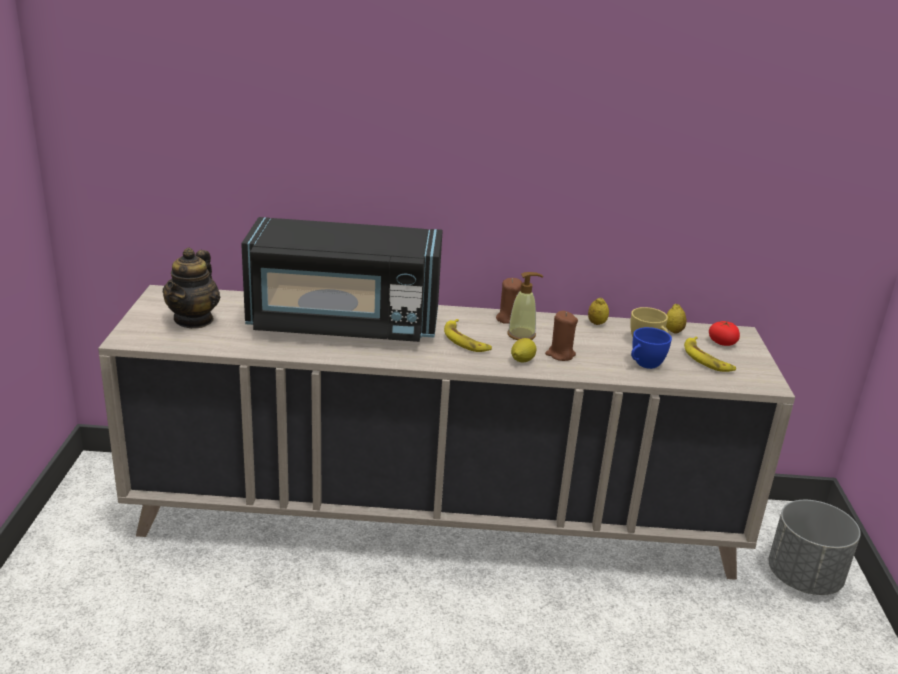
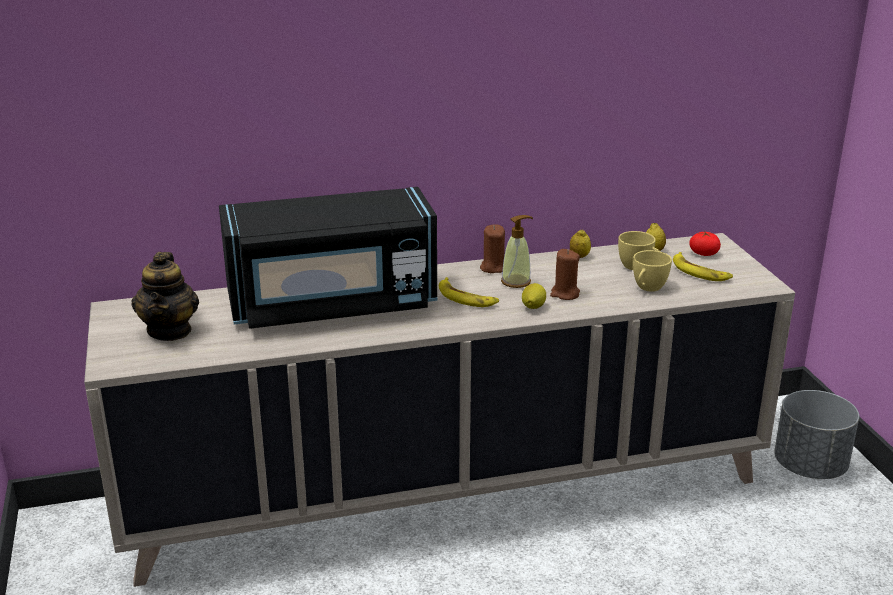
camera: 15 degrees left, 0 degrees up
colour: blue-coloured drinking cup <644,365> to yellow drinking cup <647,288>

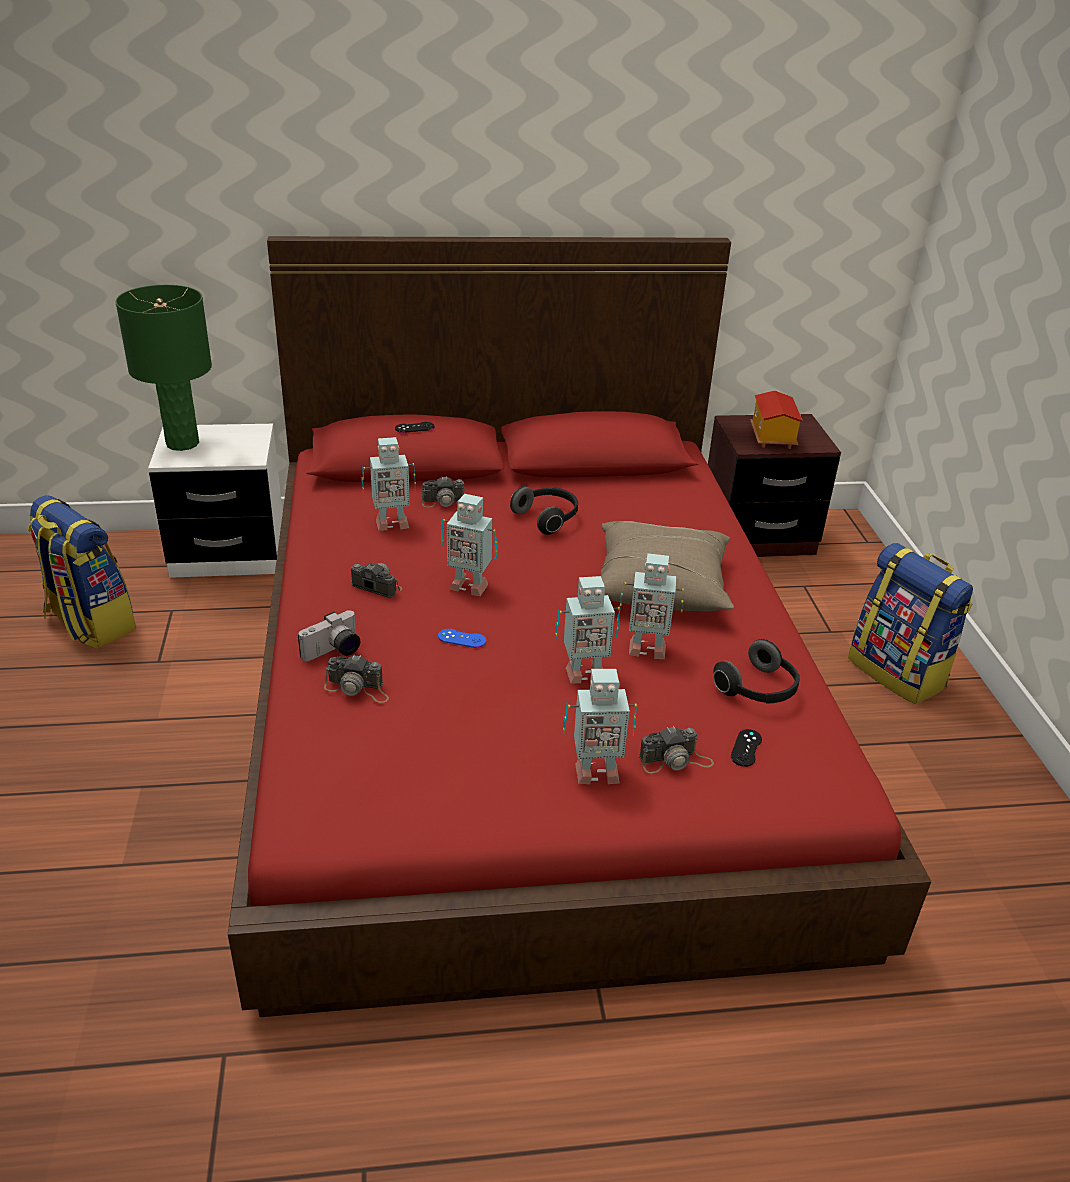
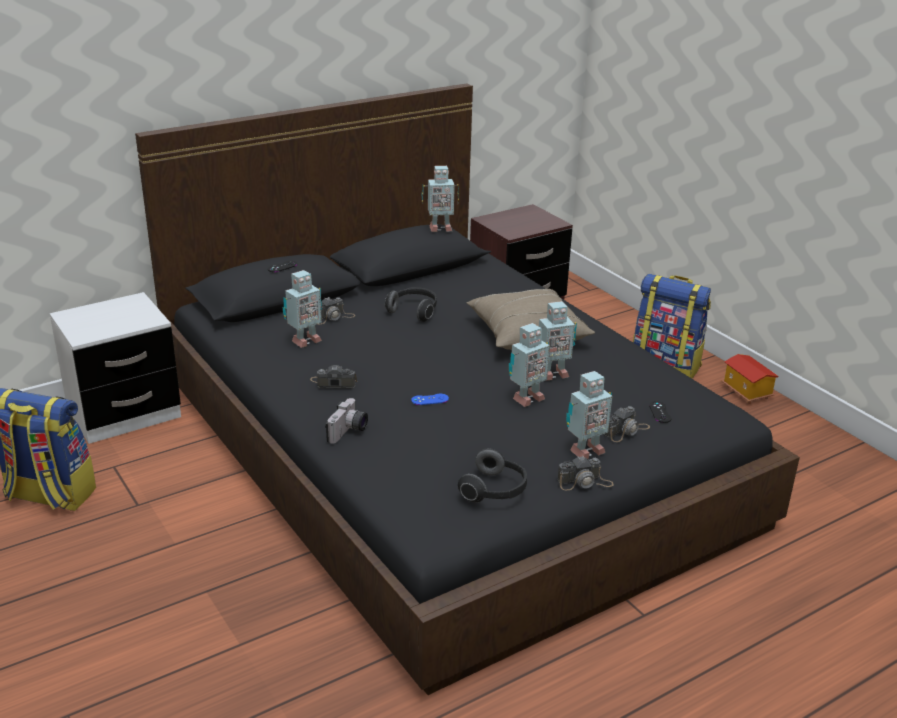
camera: 25 degrees left, 5 degrees down
missing: green lamp for a table <183,443>
relocated: toy house <771,437> to <745,392>; robot figure <468,585> to <439,228>; headset <758,690> to <495,491>; still camera <358,688> to <585,482>
colour: red sleeping bed <530,697> to blackish sleeping bed <445,447>

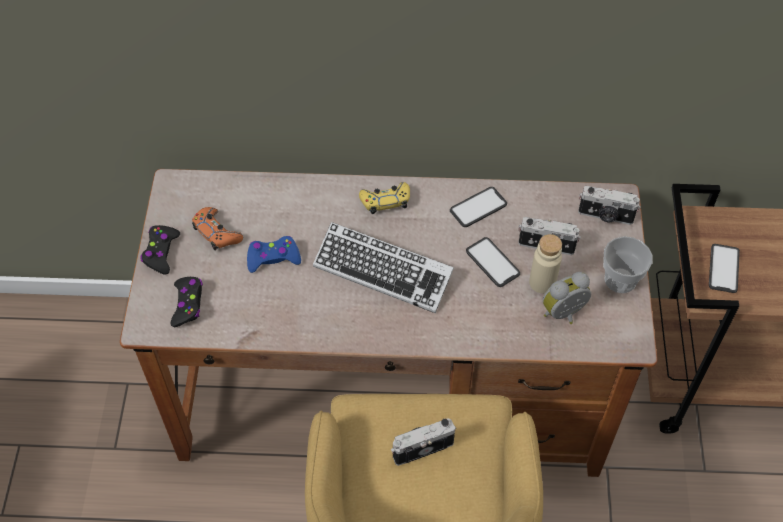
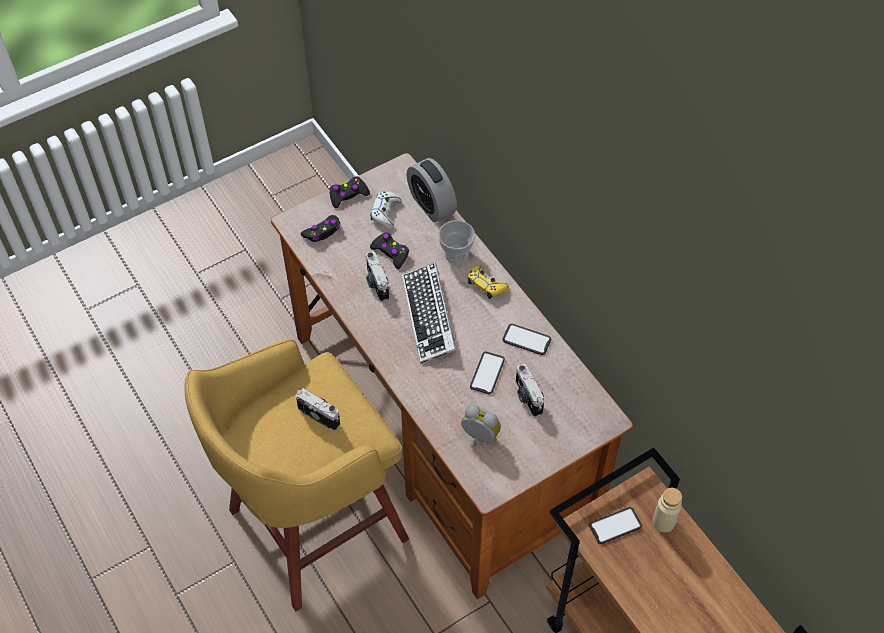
camera: 55 degrees right, 0 degrees up
appeared: alarm clock <431,205>
relocated: still camera <605,216> to <376,284>; beige bottle <542,282> to <663,522>; drinking cup <620,279> to <456,254>
colour: orange-coloured joypad <217,232> to white-coloured joypad <385,213>; blue-coloured joypad <273,258> to blackish joypad <391,253>

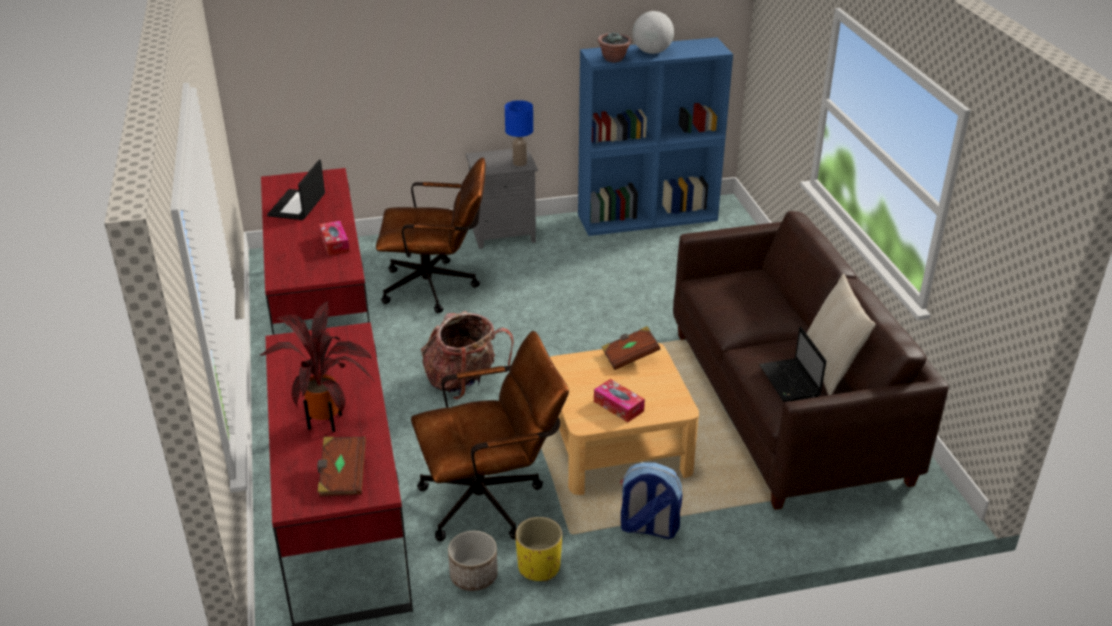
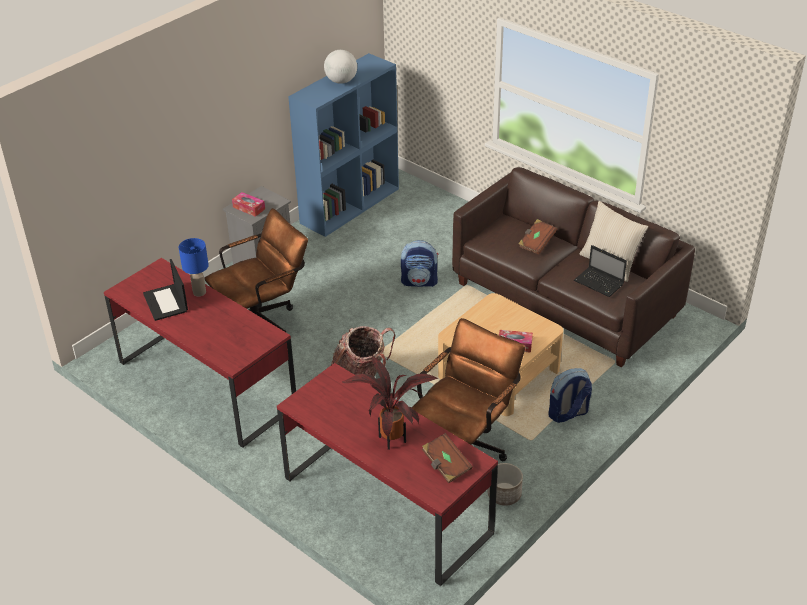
camera: 35 degrees left, 5 degrees up
missing: plant in a pot <614,59>; yellow plant pot <538,567>
appeared: rucksack <420,281>
relocated: blue-coloured lamp for a table <519,163> to <199,292>; tissue box <335,244> to <249,208>; brown-coloured bound book <630,357> to <536,243>

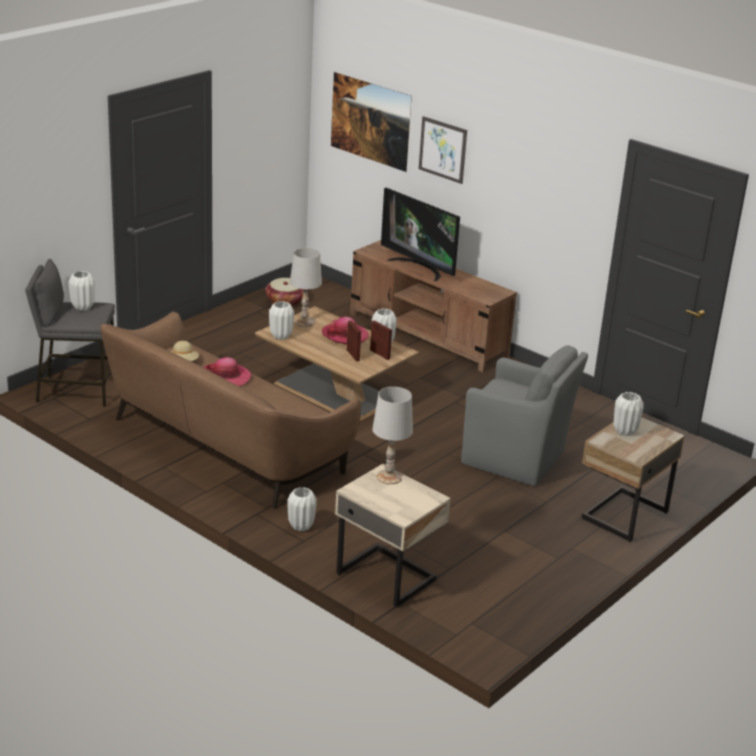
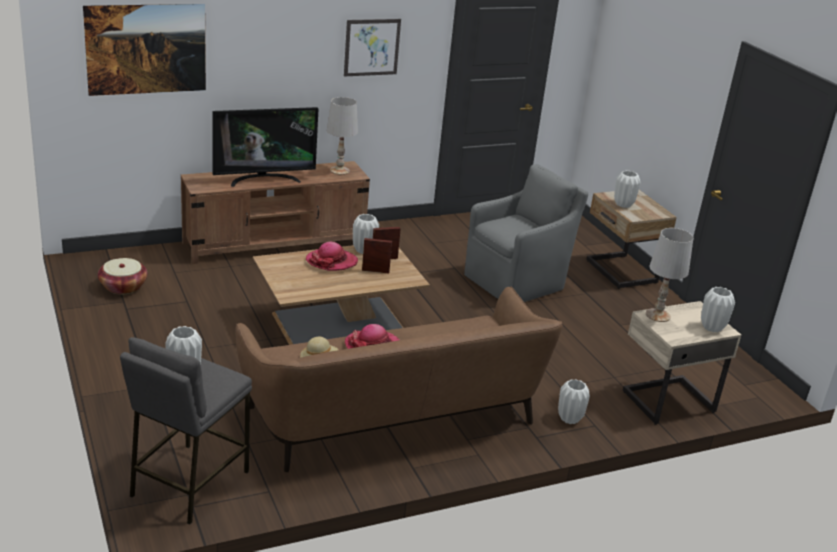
camera: 65 degrees left, 0 degrees up
relocated: wall art <442,149> to <372,47>; white-coloured lamp for a table <304,322> to <340,170>; white-coloured vase <281,336> to <711,327>

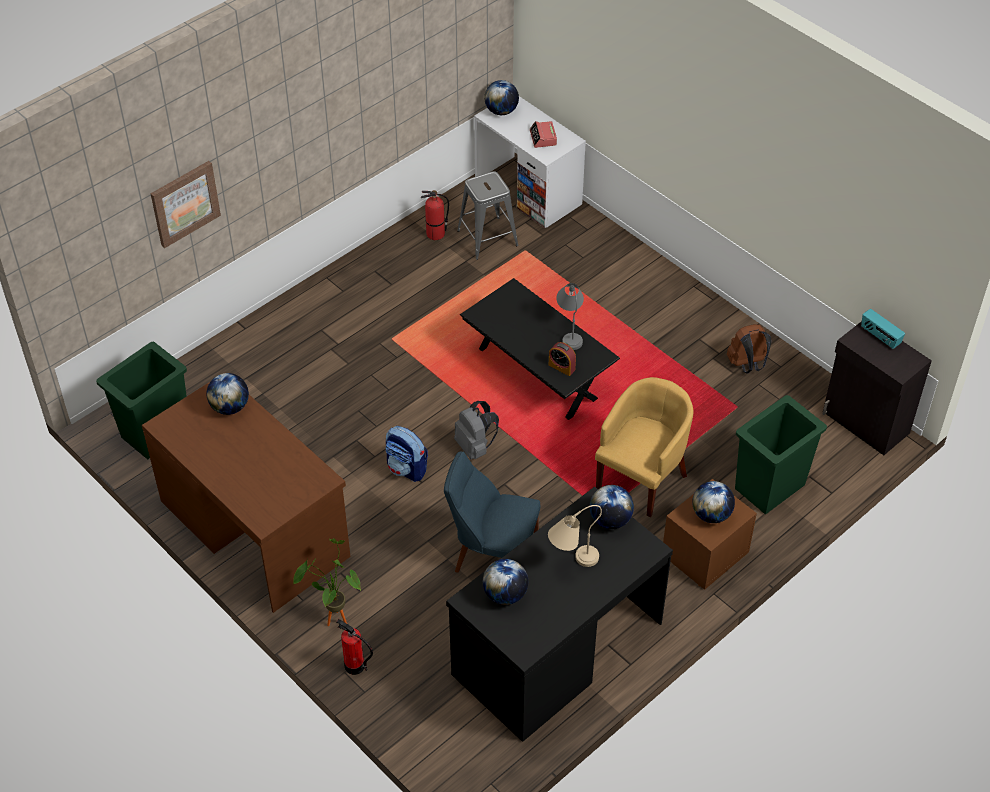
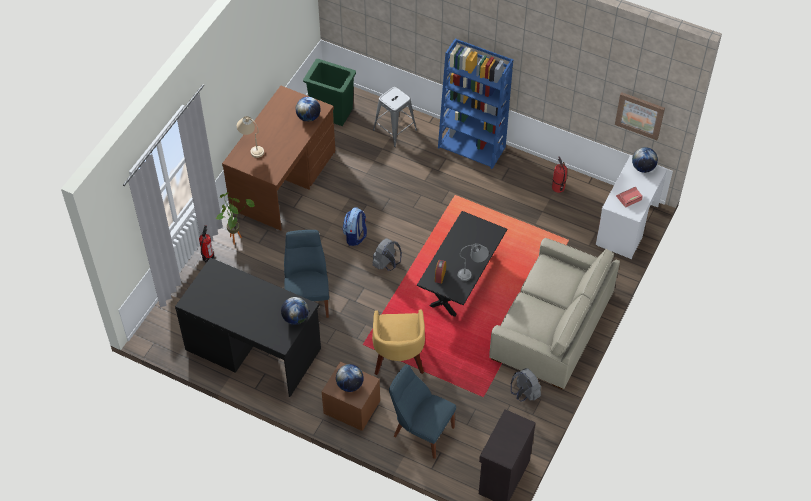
camera: 70 degrees right, 5 degrees up
missing: radio receiver <880,337>; globe <505,594>
appeared: blue-coloured shelving unit <472,147>; beige sofa <552,326>
relocated: wall art <184,203> to <640,115>; gray stool <487,238> to <394,130>; beige lamp for a table <571,561> to <252,146>
exchanged: green trash can <768,487> to blue-coloured upright chair <421,430>
colour: brown-coloured rucksack <747,365> to gray rucksack <524,394>
spun: yellow easy chair <642,478> = <398,358> 75 degrees clockwise

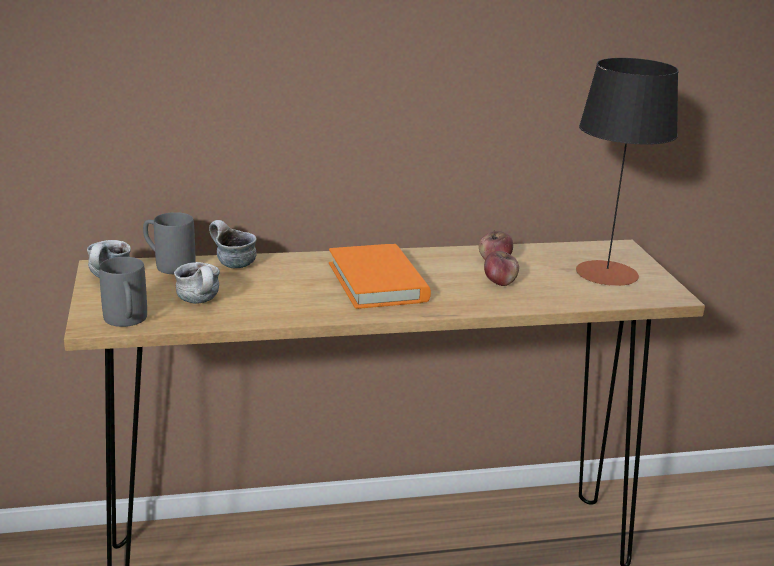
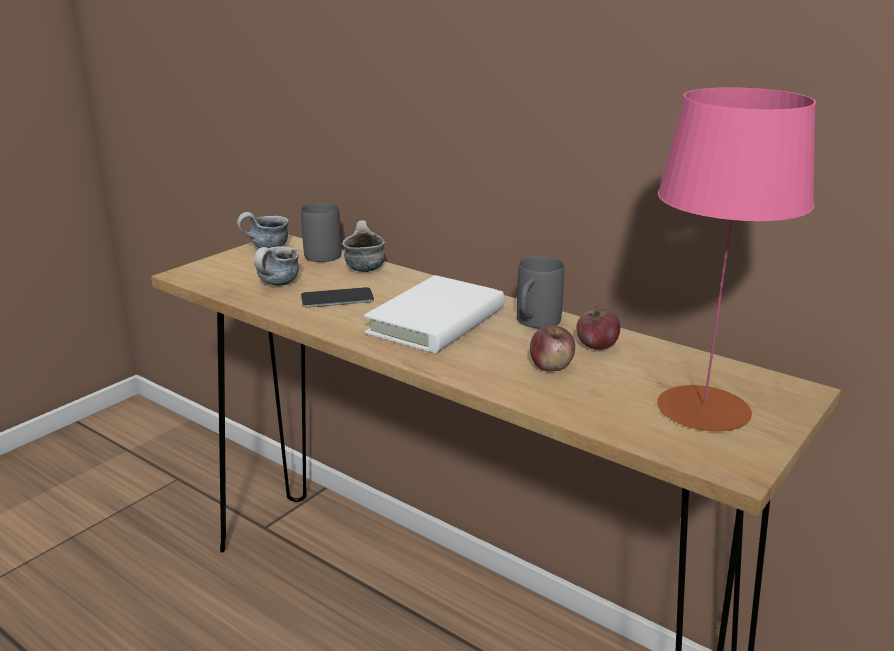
camera: 50 degrees right, 0 degrees up
appeared: telephone <337,298>
relocated: gray coffee mug <127,322> to <534,323>
colour: blackish lamp for a table <606,273> to pinkish lamp for a table <704,408>; orange-coloured bound book <377,282> to white-coloured bound book <436,321>

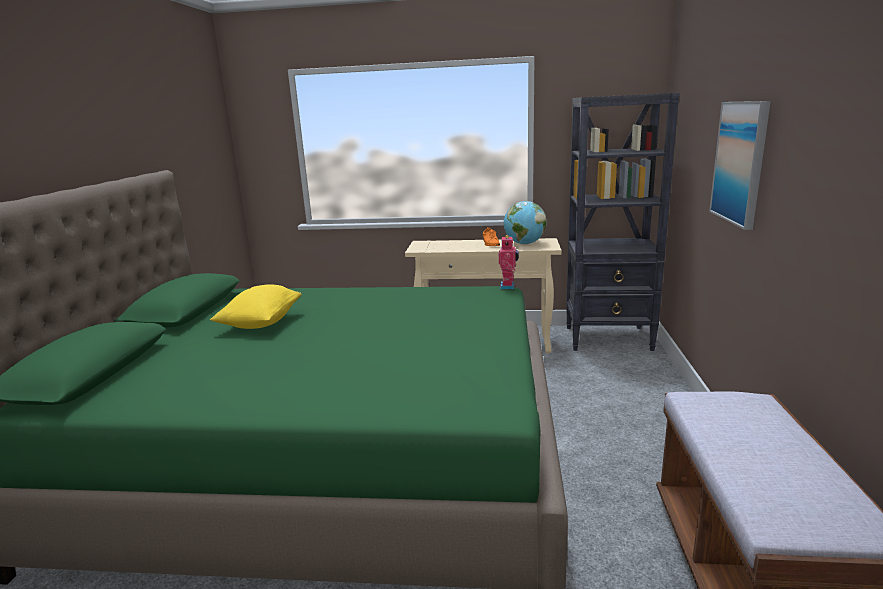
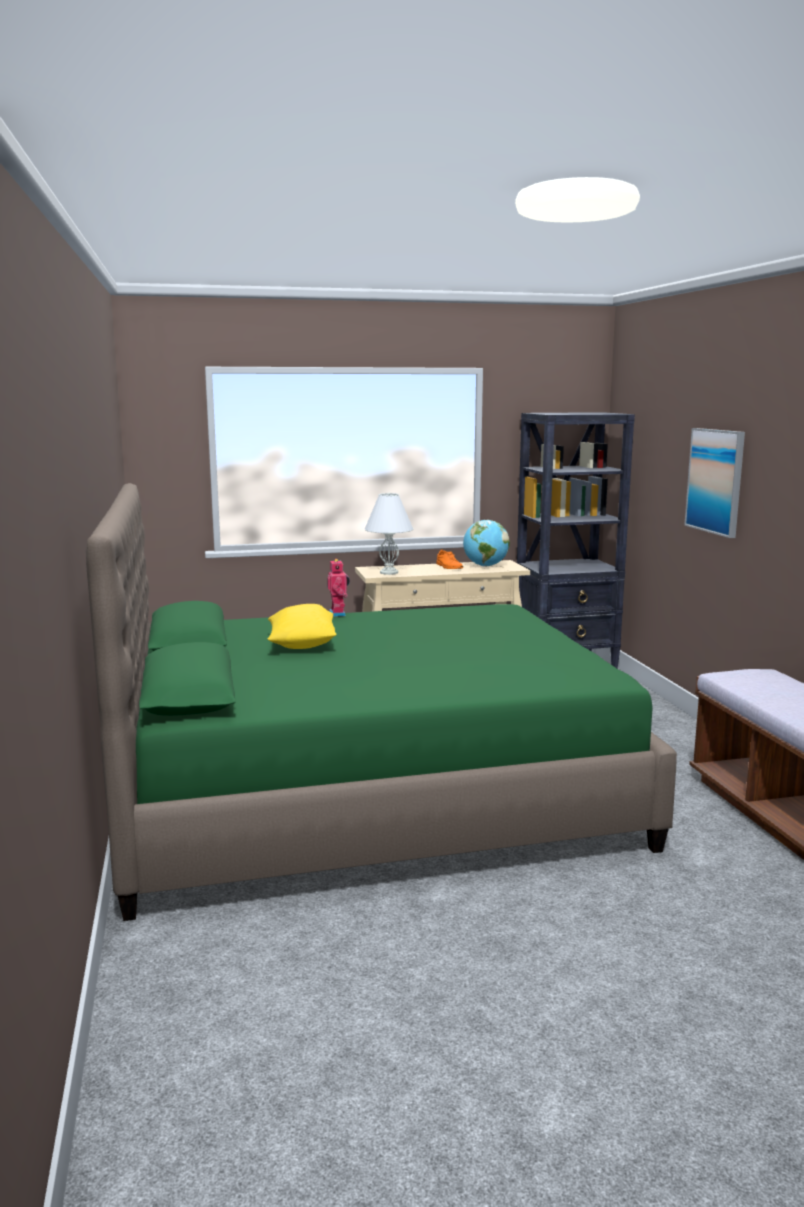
camera: 20 degrees left, 5 degrees down
appeared: white-coloured lamp for a table <388,572>
relocated: robot figure <508,286> to <338,614>

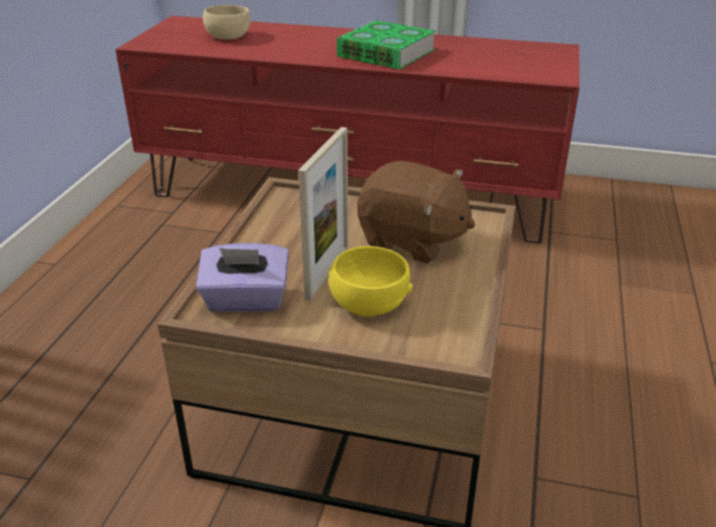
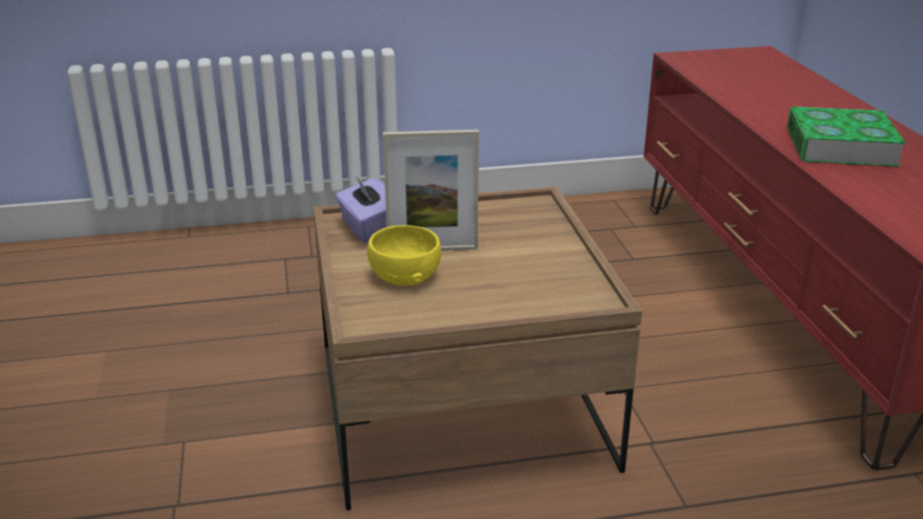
camera: 65 degrees right, 5 degrees down
missing: beige deep dish <228,36>; brown-coloured soft toy <412,241>

